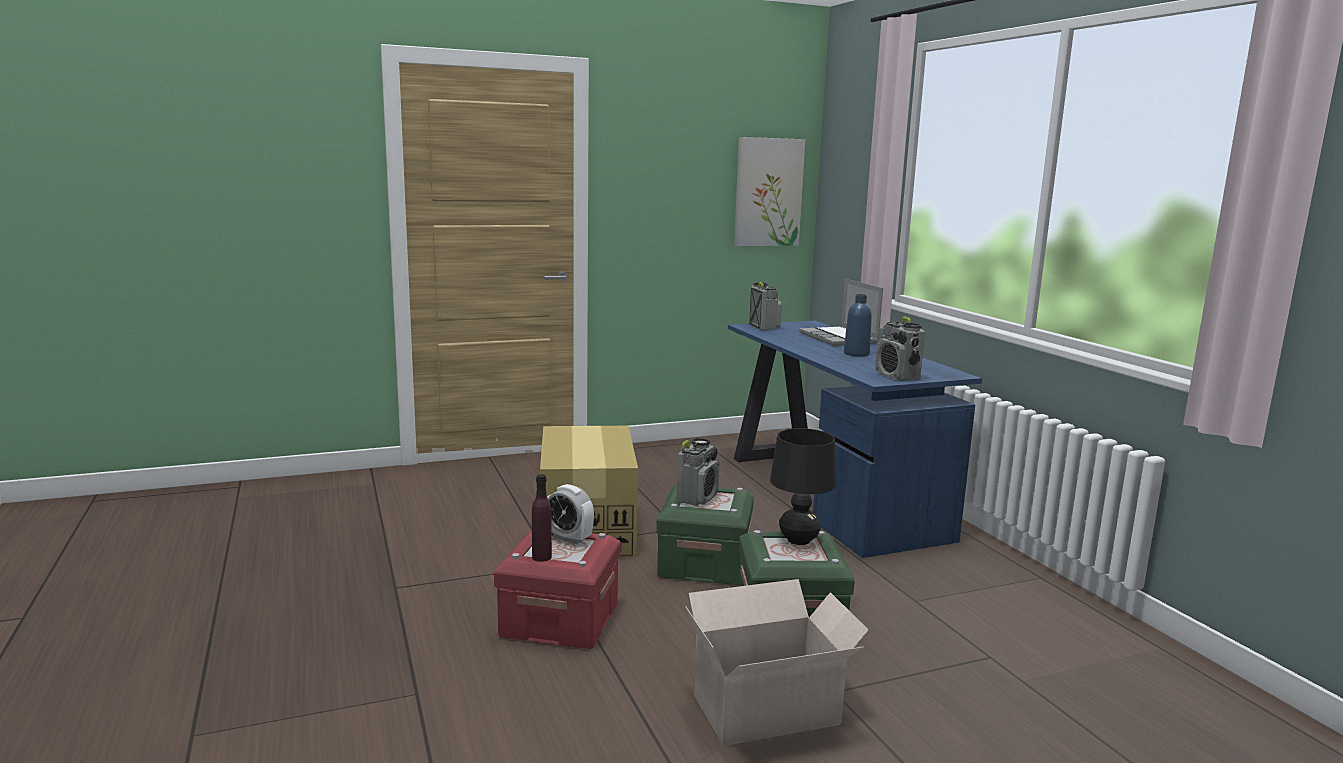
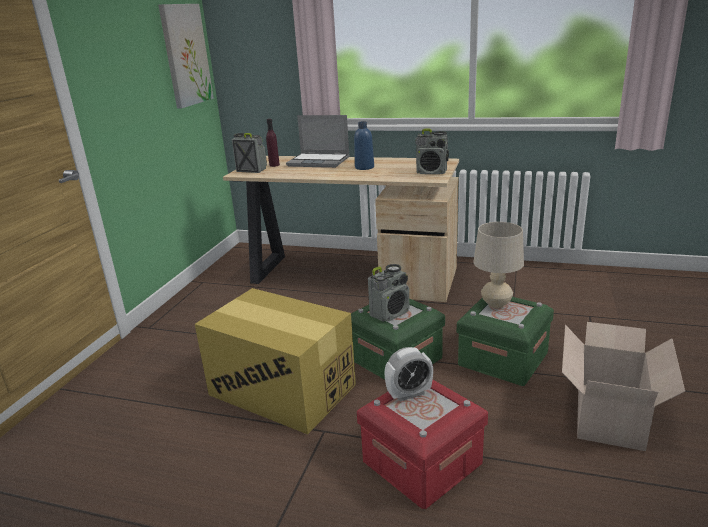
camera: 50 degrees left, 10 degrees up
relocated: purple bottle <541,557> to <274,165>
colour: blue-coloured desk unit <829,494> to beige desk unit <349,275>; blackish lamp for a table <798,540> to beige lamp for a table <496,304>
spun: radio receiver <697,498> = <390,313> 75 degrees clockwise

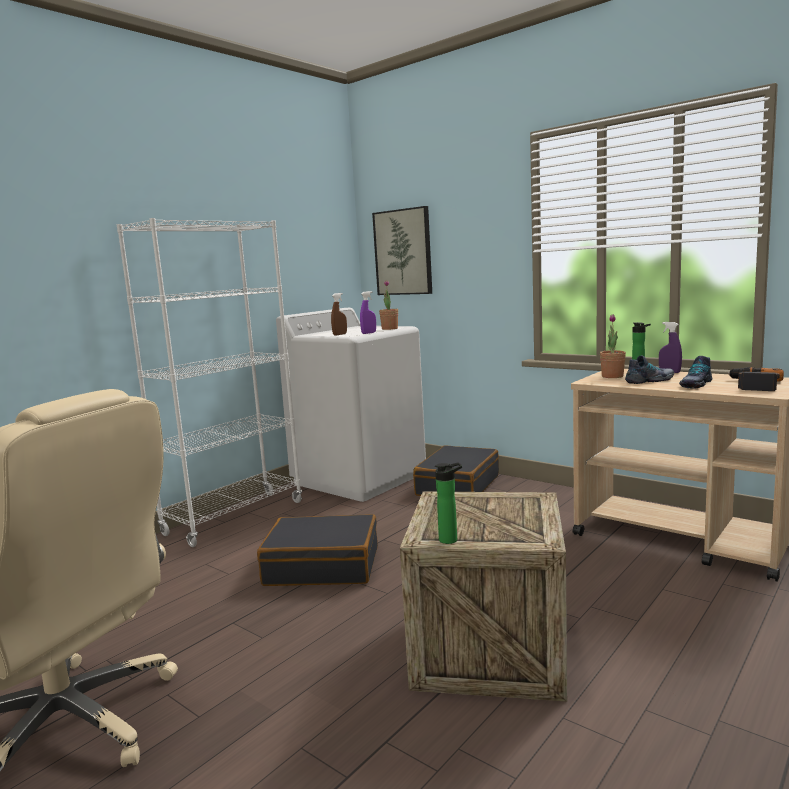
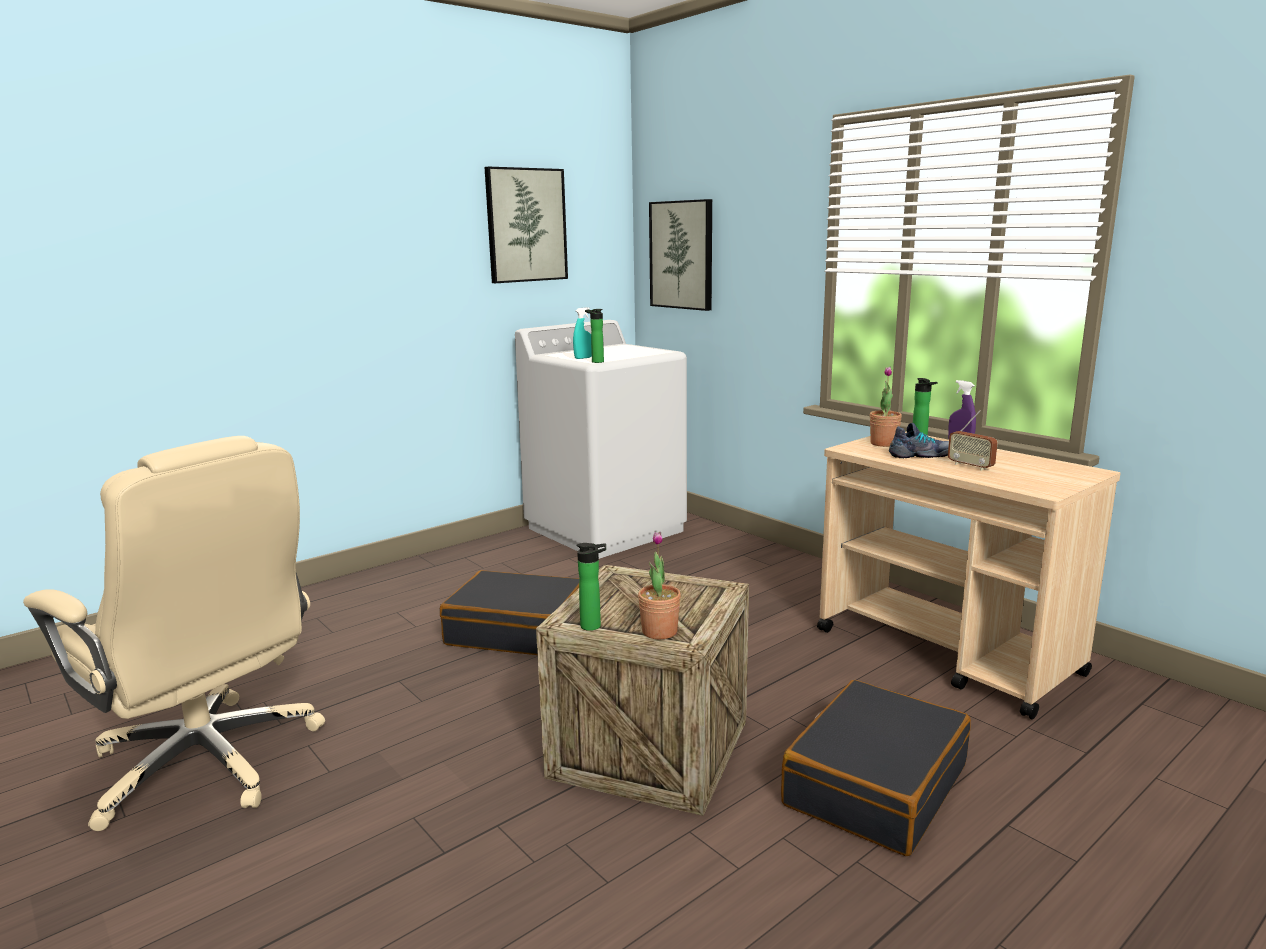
camera: 10 degrees right, 5 degrees up
missing: white-coloured shelving unit <234,518>; purple sprayer <369,333>; power drill <752,385>
appeared: wall art <526,225>; bottle <595,362>
relocated: plant in a pot <389,329> to <659,631>; blackish piece of luggage <457,485> to <874,785>
exchanged: shoe <695,384> to radio receiver <970,466>
colour: brown-coloured sprayer <340,334> to blue-green sprayer <583,358>

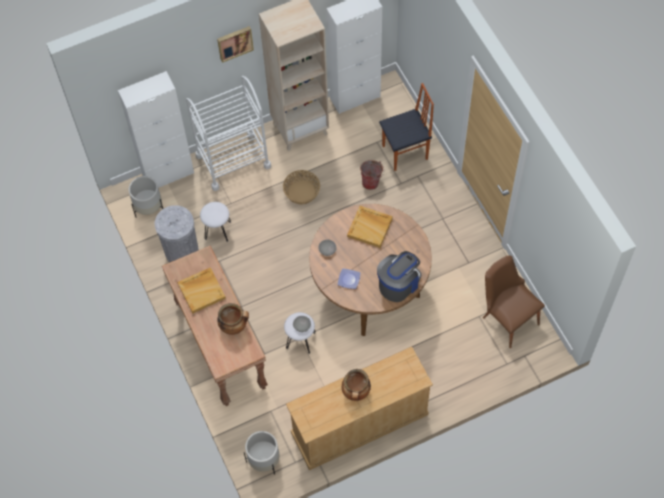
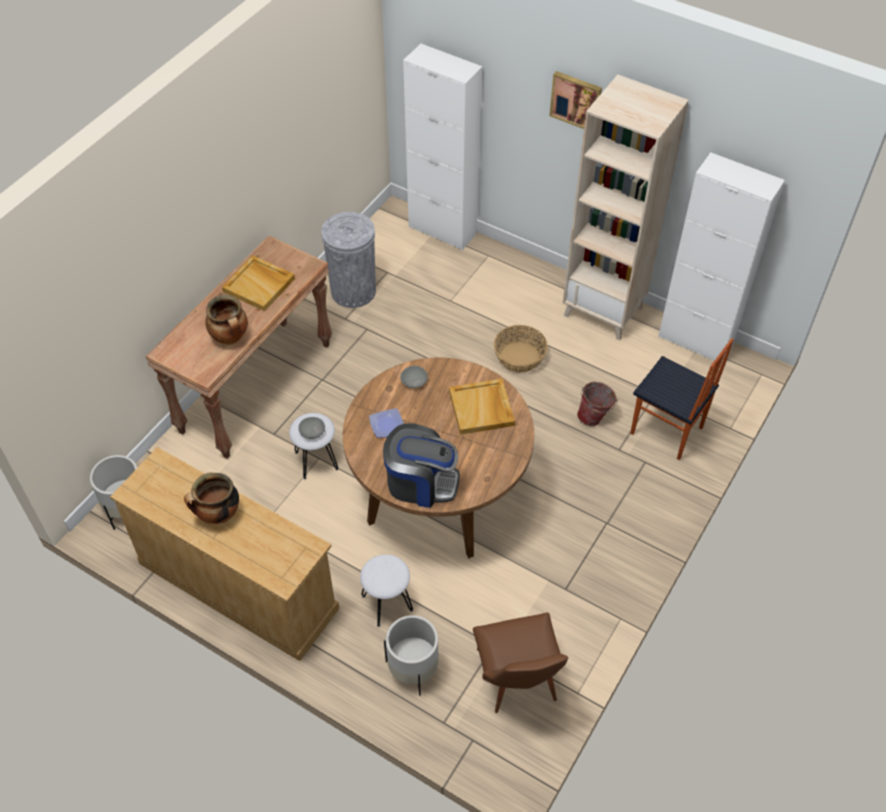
camera: 55 degrees right, 10 degrees down
missing: white-coloured trolley <233,161>
relocated: white-coloured plant pot <148,208> to <413,669>; white-coloured stool <217,230> to <386,603>
spun: brown-coloured upright chair <507,316> = <518,683> 150 degrees clockwise

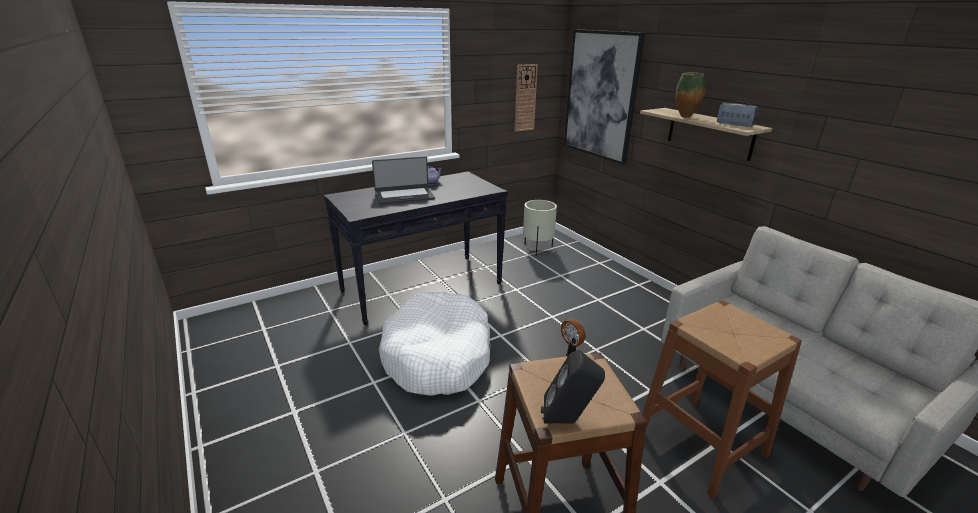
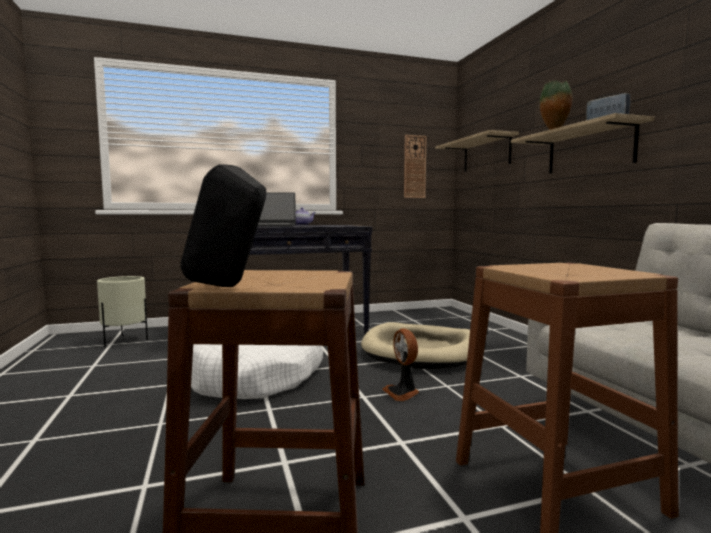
camera: 15 degrees right, 20 degrees down
appeared: beige dog cushion <421,351>
relocated: beige plant pot <537,248> to <125,340>
exchanged: wall art <601,95> to bracket shelf <486,154>

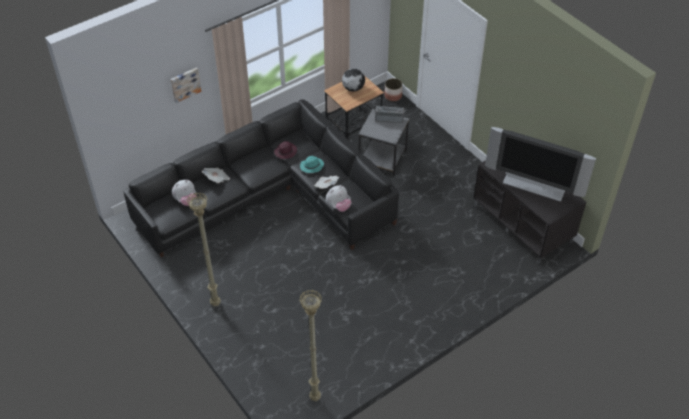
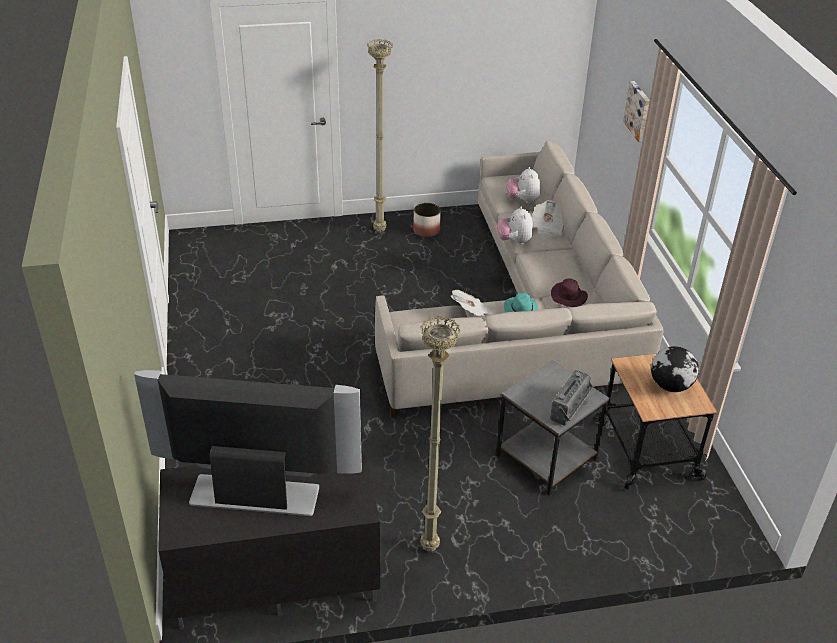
camera: 115 degrees right, 10 degrees down
relocated: plant pot <392,96> to <426,230>; soft toy <338,206> to <514,241>; beige floor lamp <314,397> to <431,547>
colour: blackish sofa <271,197> to beige sofa <527,315>
spun: television <534,186> = <255,493> 45 degrees clockwise

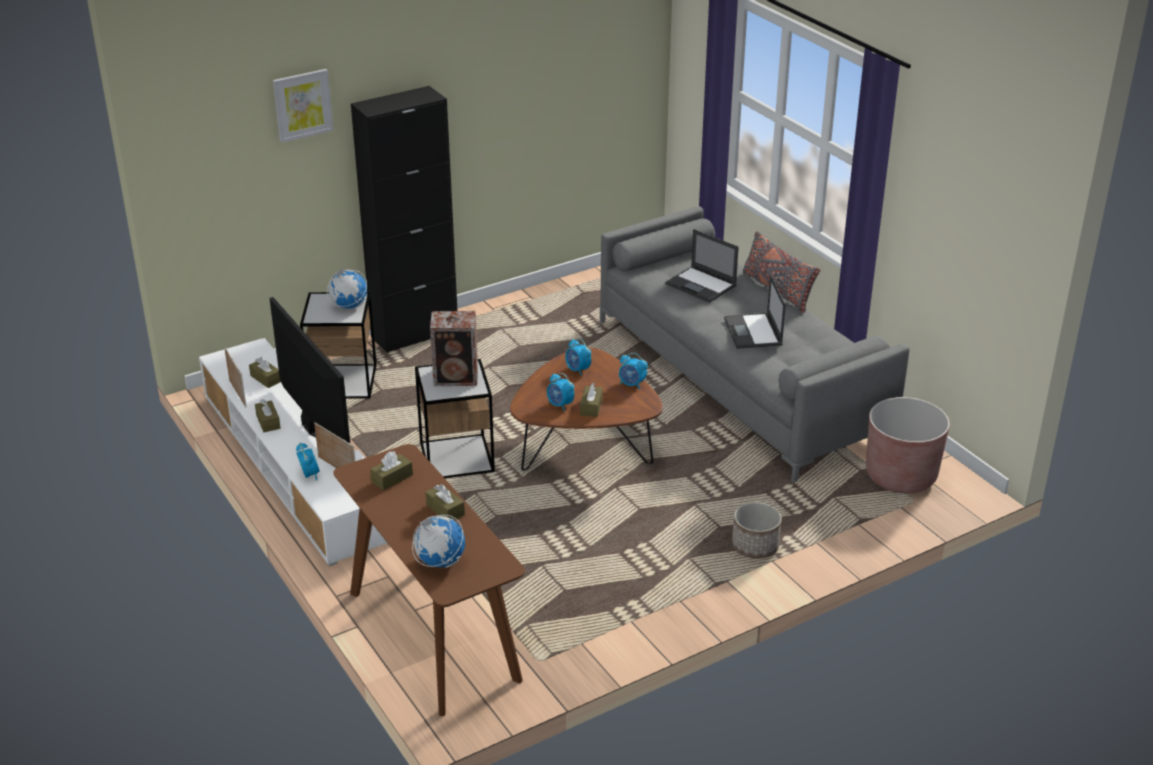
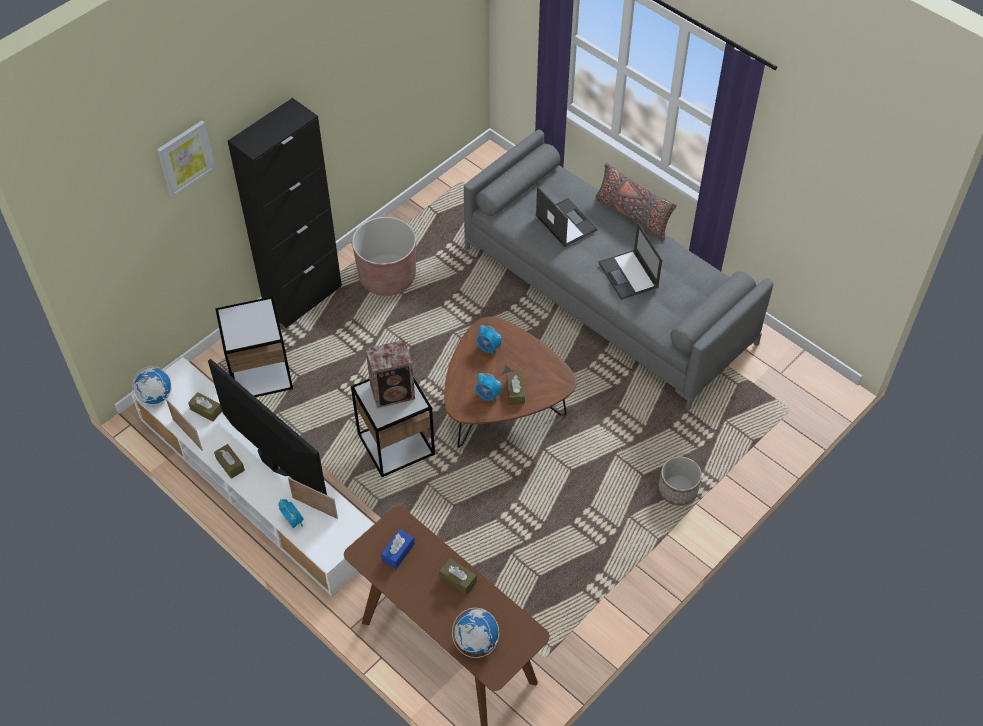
camera: 15 degrees left, 20 degrees up
missing: alarm clock <632,384>
relocated: globe <348,306> to <155,397>; brown-coloured plant pot <900,476> to <387,277>
colour: brown-coloured tissue box <392,478> to blue-coloured tissue box <398,552>
spun: laptop <701,285> = <565,222> 150 degrees counterclockwise

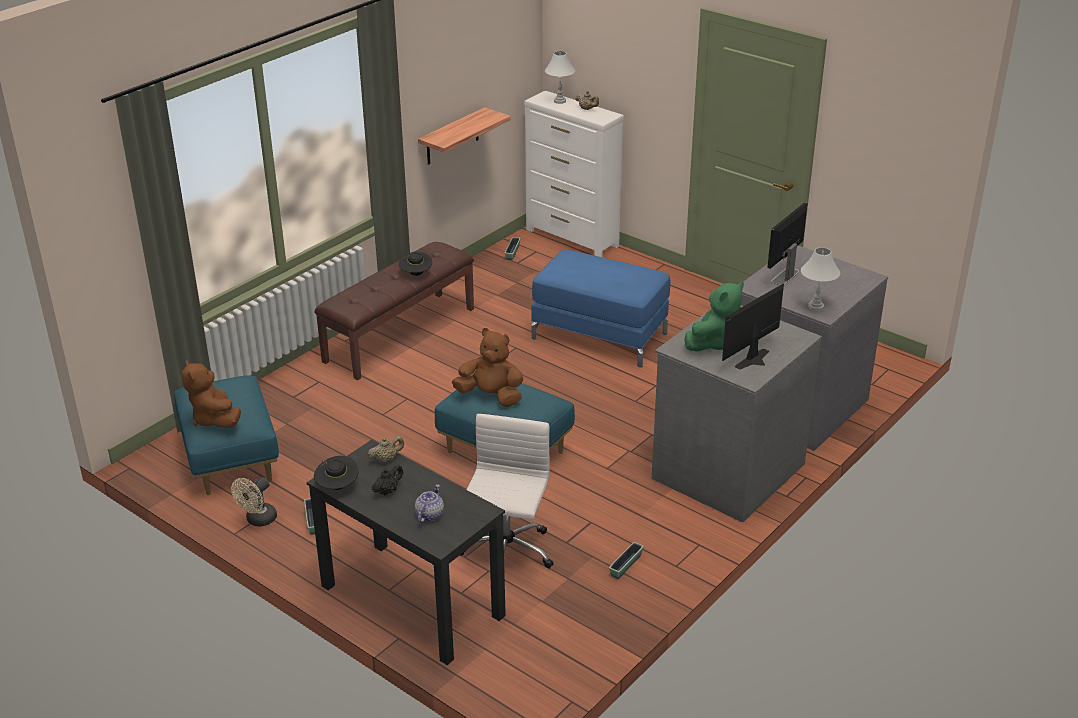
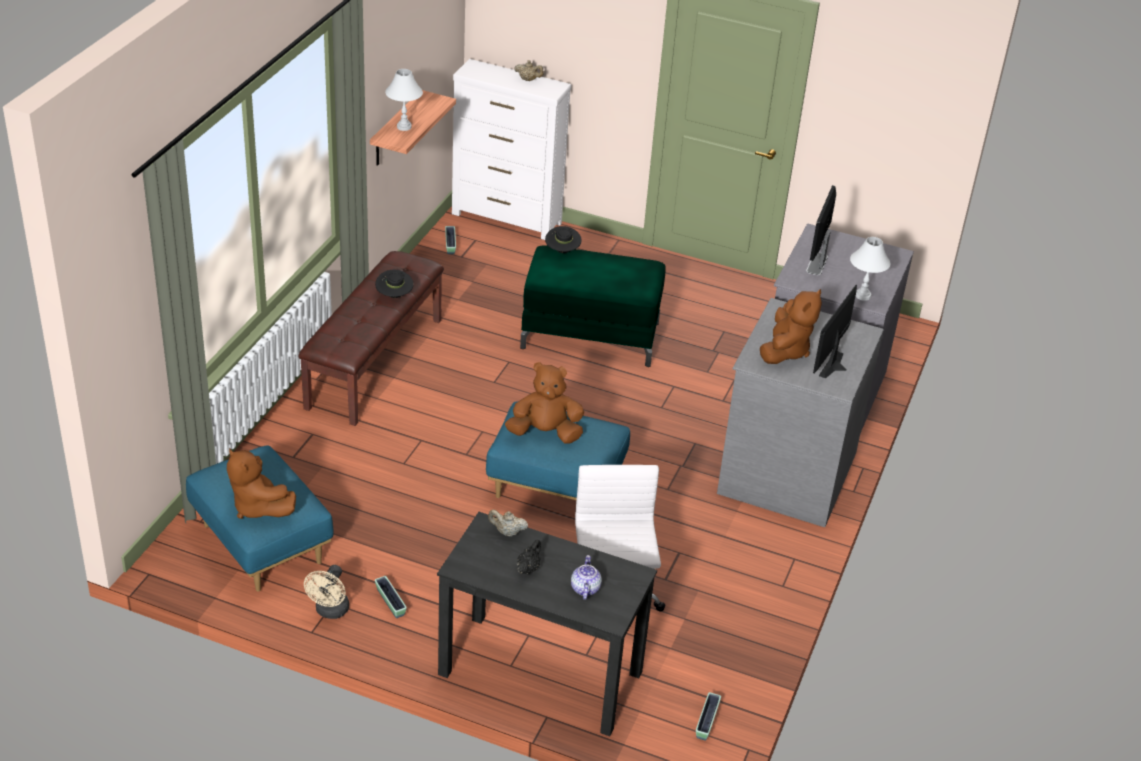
camera: 20 degrees left, 5 degrees up
relocated: white-coloured lamp for a table <559,101> to <403,127>; blackish wearable hat <337,486> to <562,251>; plant pot <626,565> to <707,721>
colour: blue-coloured ottoman <600,336> to green ottoman <591,335>; green soft toy <713,342> to brown-coloured soft toy <785,350>
spun: beige tea pot <386,459> = <507,532> 120 degrees counterclockwise

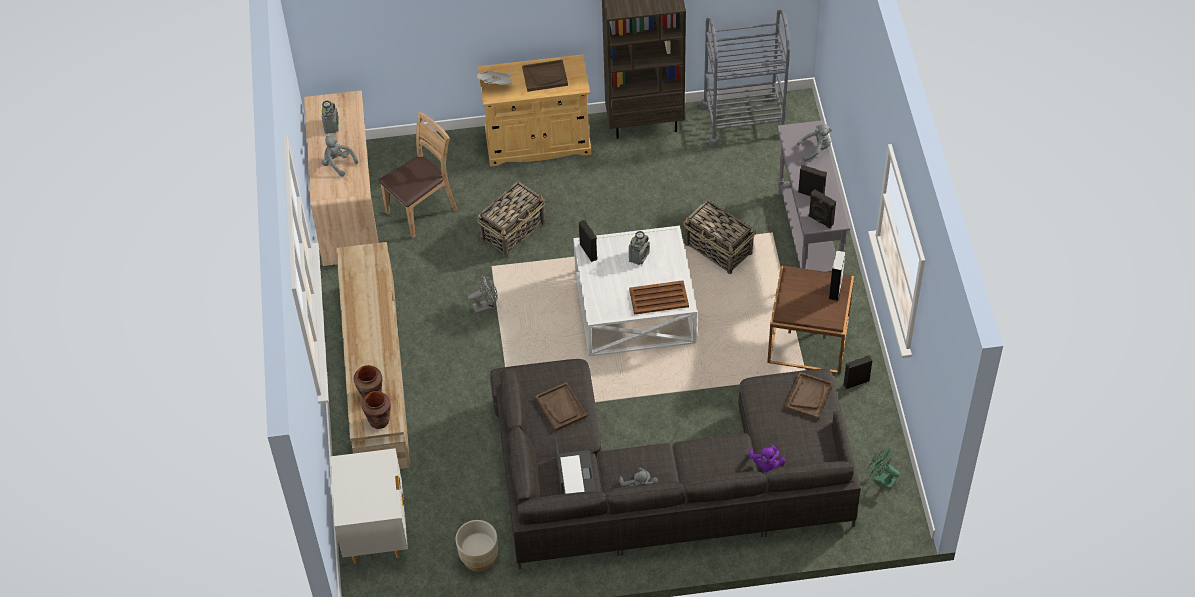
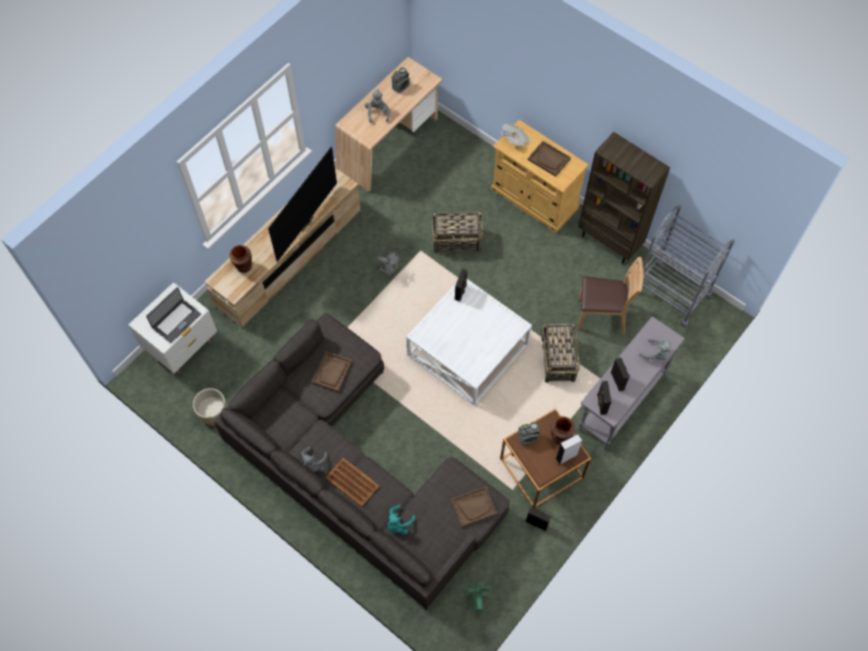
camera: 45 degrees right, 10 degrees up
appeared: television <303,221>
relocated: brown-coloured upright chair <422,210> to <602,315>; radio receiver <639,256> to <528,437>; brown-coloured carrying tray <658,298> to <352,482>; brown-coloured vase <379,421> to <560,436>; laptop <574,476> to <176,320>
colour: purple soft toy <766,465> to blue-green soft toy <398,524>

